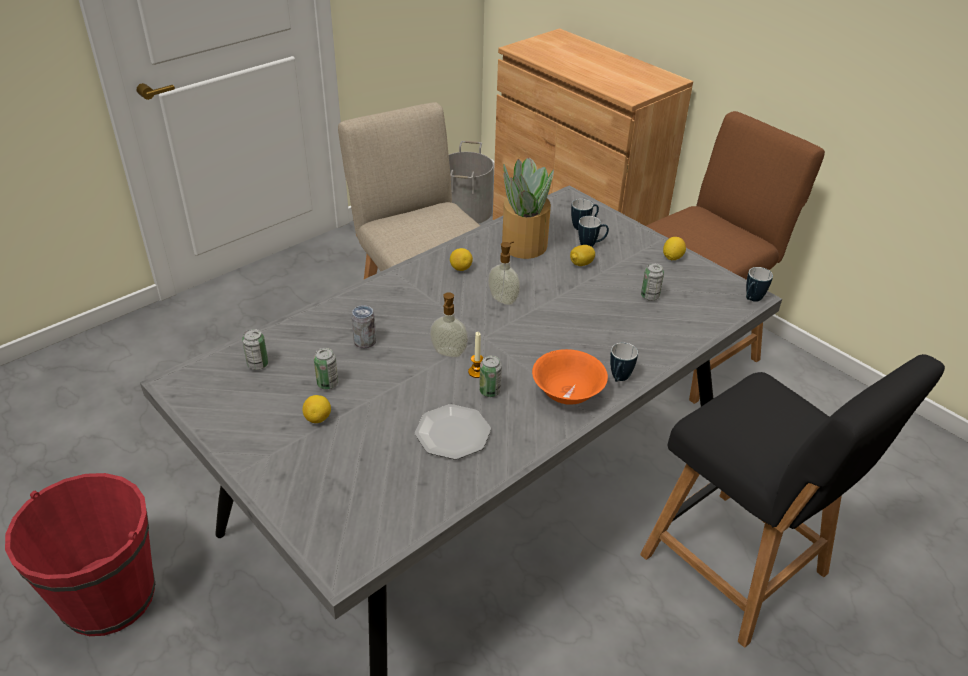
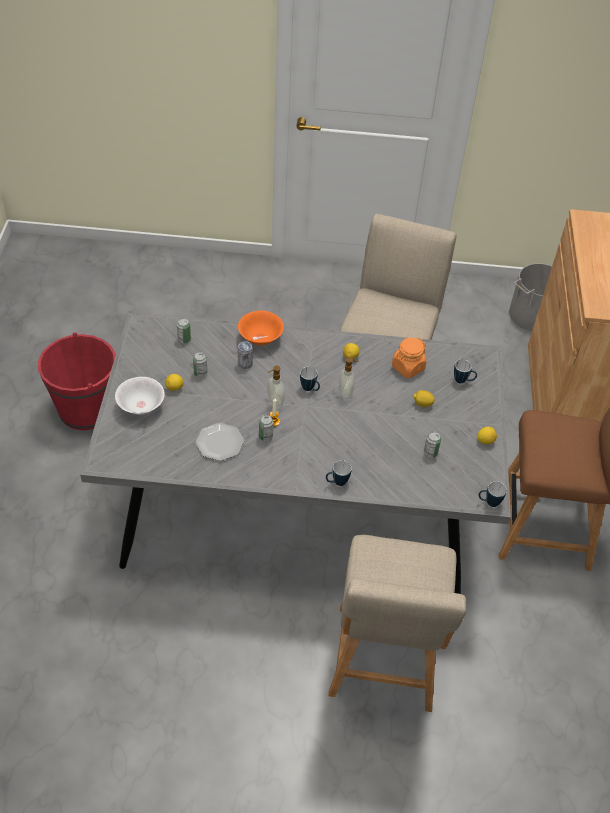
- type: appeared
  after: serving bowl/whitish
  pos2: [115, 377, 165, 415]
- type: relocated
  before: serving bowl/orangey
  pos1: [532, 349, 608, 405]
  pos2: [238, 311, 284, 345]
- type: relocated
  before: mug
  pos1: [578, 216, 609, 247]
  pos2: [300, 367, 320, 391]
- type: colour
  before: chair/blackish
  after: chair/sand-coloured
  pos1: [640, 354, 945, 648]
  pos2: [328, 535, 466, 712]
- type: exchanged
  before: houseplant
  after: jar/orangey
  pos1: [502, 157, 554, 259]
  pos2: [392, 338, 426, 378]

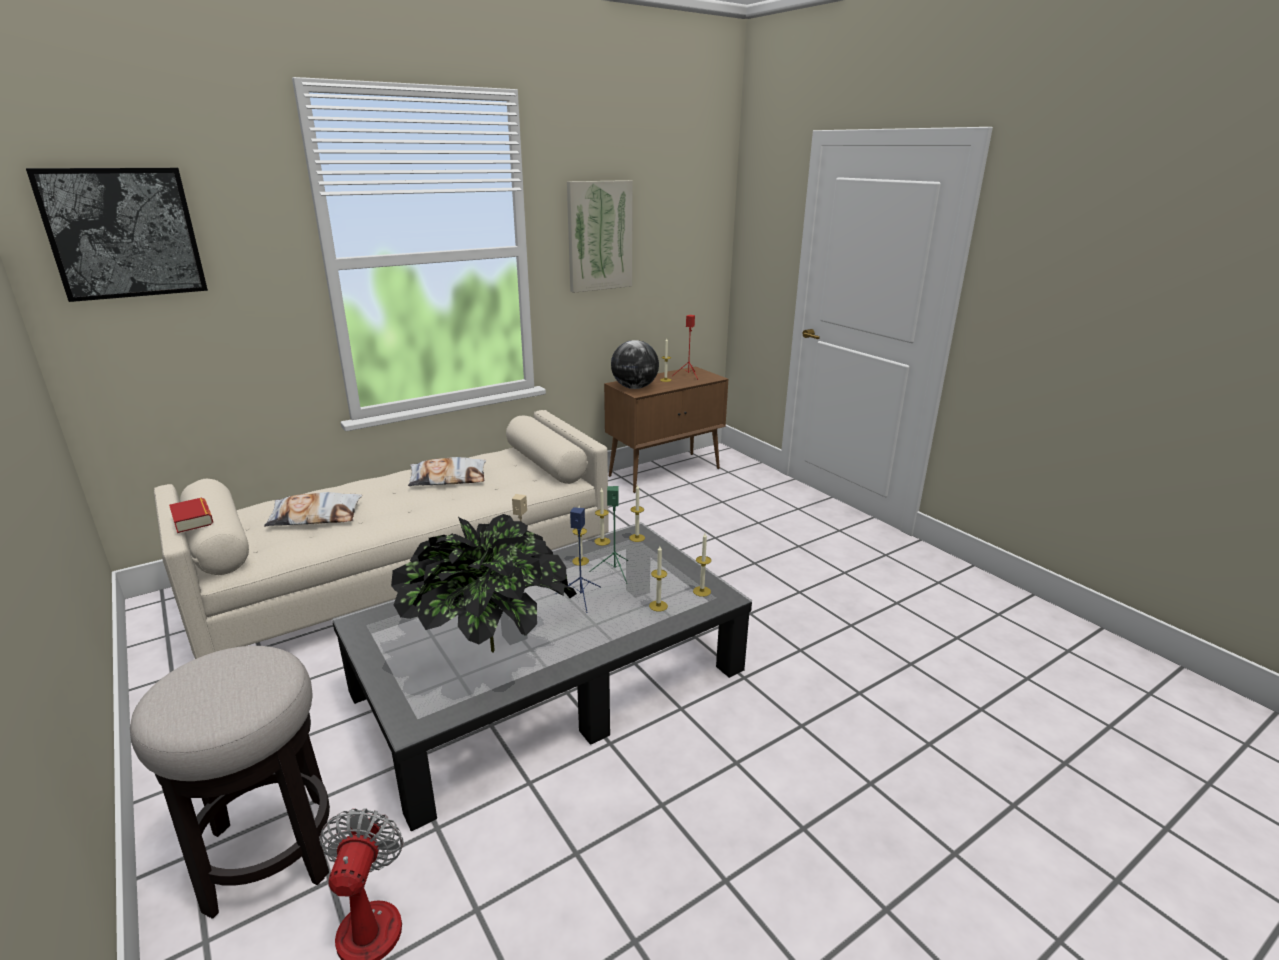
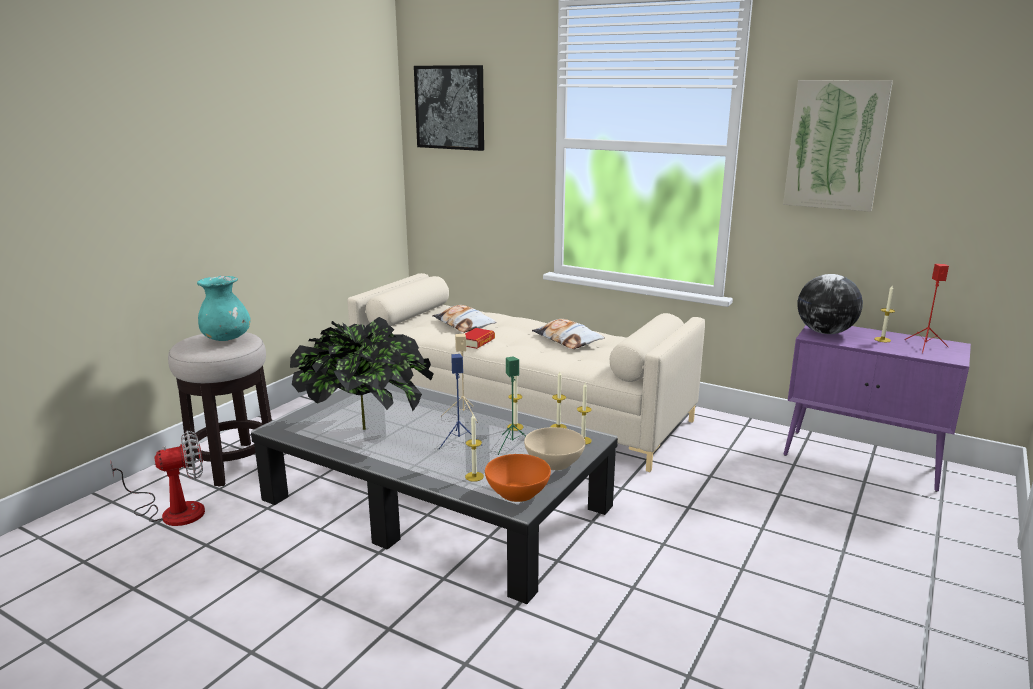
- type: appeared
  after: vase/turquoise-coloured
  pos2: [197, 276, 251, 341]
- type: relocated
  before: book
  pos1: [169, 497, 213, 533]
  pos2: [465, 328, 495, 349]
- type: exchanged
  before: wax candle
  after: serving bowl/orangey
  pos1: [693, 533, 711, 597]
  pos2: [485, 454, 551, 502]
- type: appeared
  after: serving bowl/sand-coloured
  pos2: [524, 427, 586, 470]
- type: colour
  before: storage cabinet/brown-coloured
  after: storage cabinet/purple-coloured
  pos1: [604, 366, 728, 493]
  pos2: [784, 325, 971, 492]

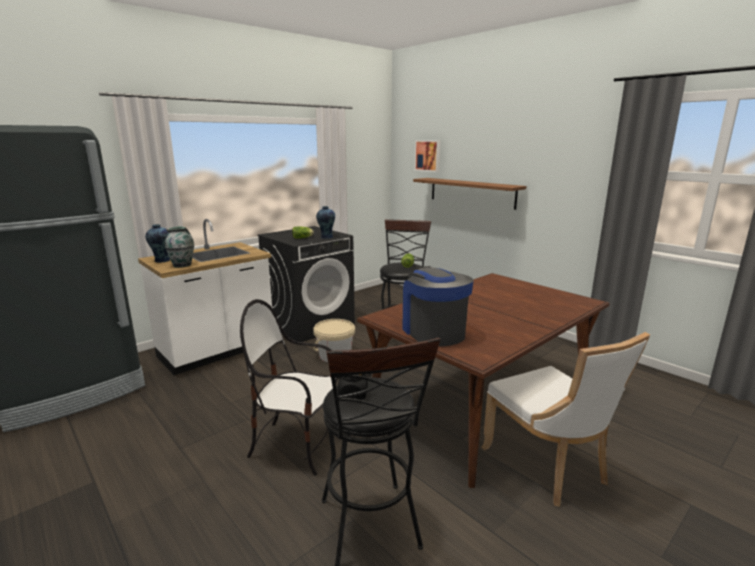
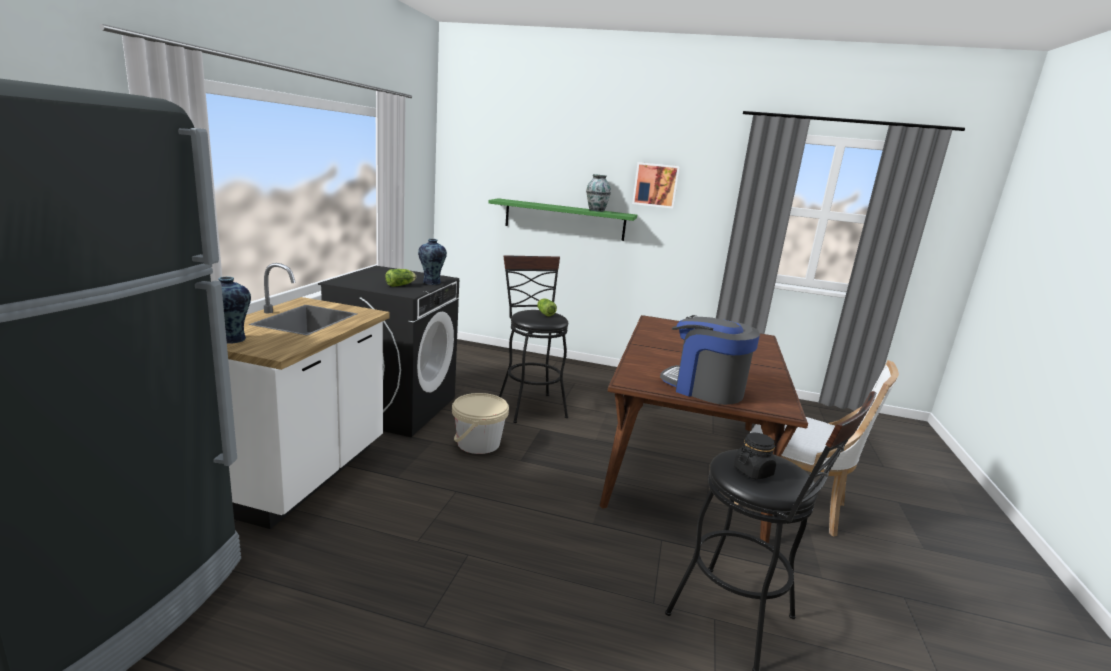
- type: colour
  before: shelf/brown-coloured
  after: shelf/green
  pos1: [413, 178, 527, 210]
  pos2: [489, 198, 637, 241]
- type: relocated
  before: vase
  pos1: [165, 226, 194, 268]
  pos2: [586, 174, 611, 212]
- type: relocated
  before: wall picture
  pos1: [414, 140, 440, 172]
  pos2: [632, 162, 680, 209]
- type: missing
  before: chair
  pos1: [240, 299, 337, 476]

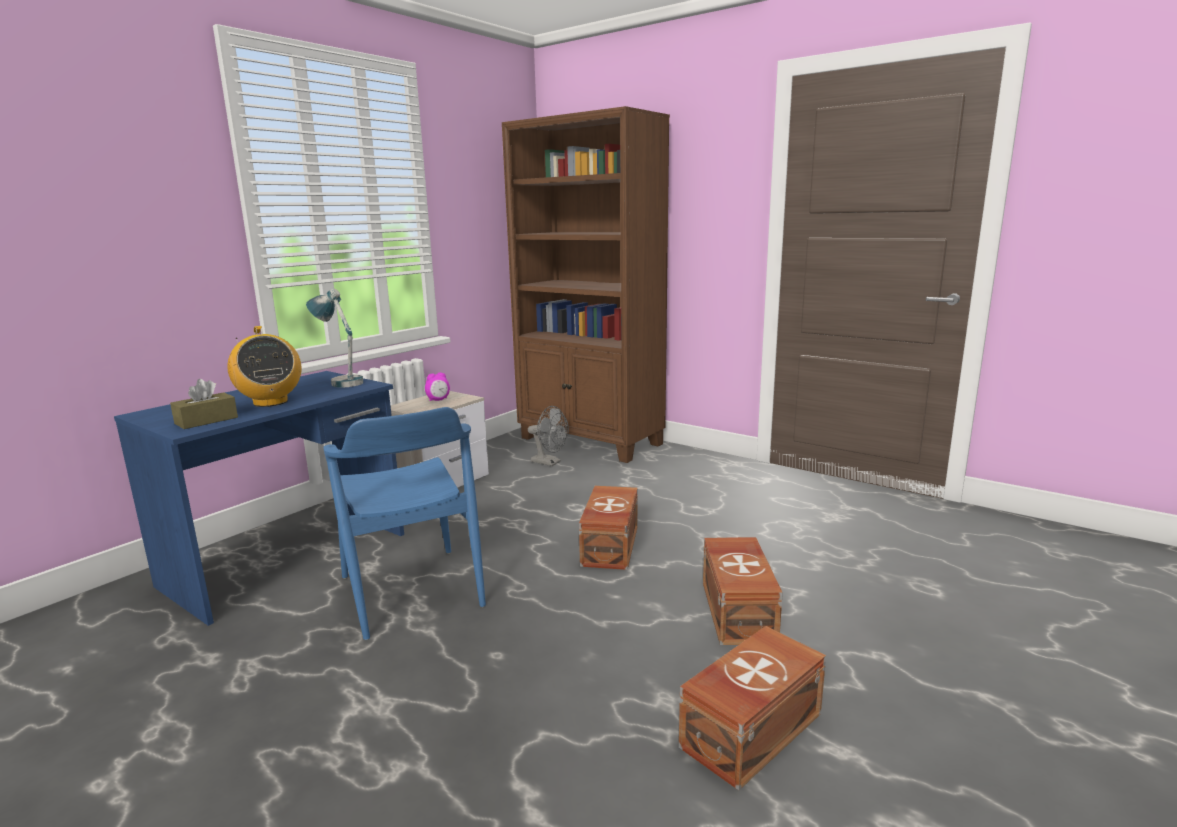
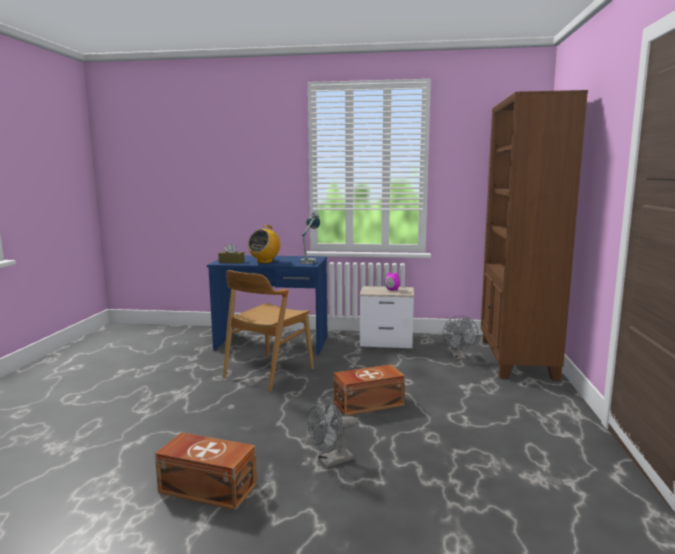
- type: colour
  before: chair/bluish
  after: chair/brown-coloured
  pos1: [323, 407, 486, 640]
  pos2: [223, 270, 314, 392]
- type: exchanged
  before: storage bin/brown-coloured
  after: fan/grey
  pos1: [703, 537, 783, 645]
  pos2: [308, 396, 356, 468]

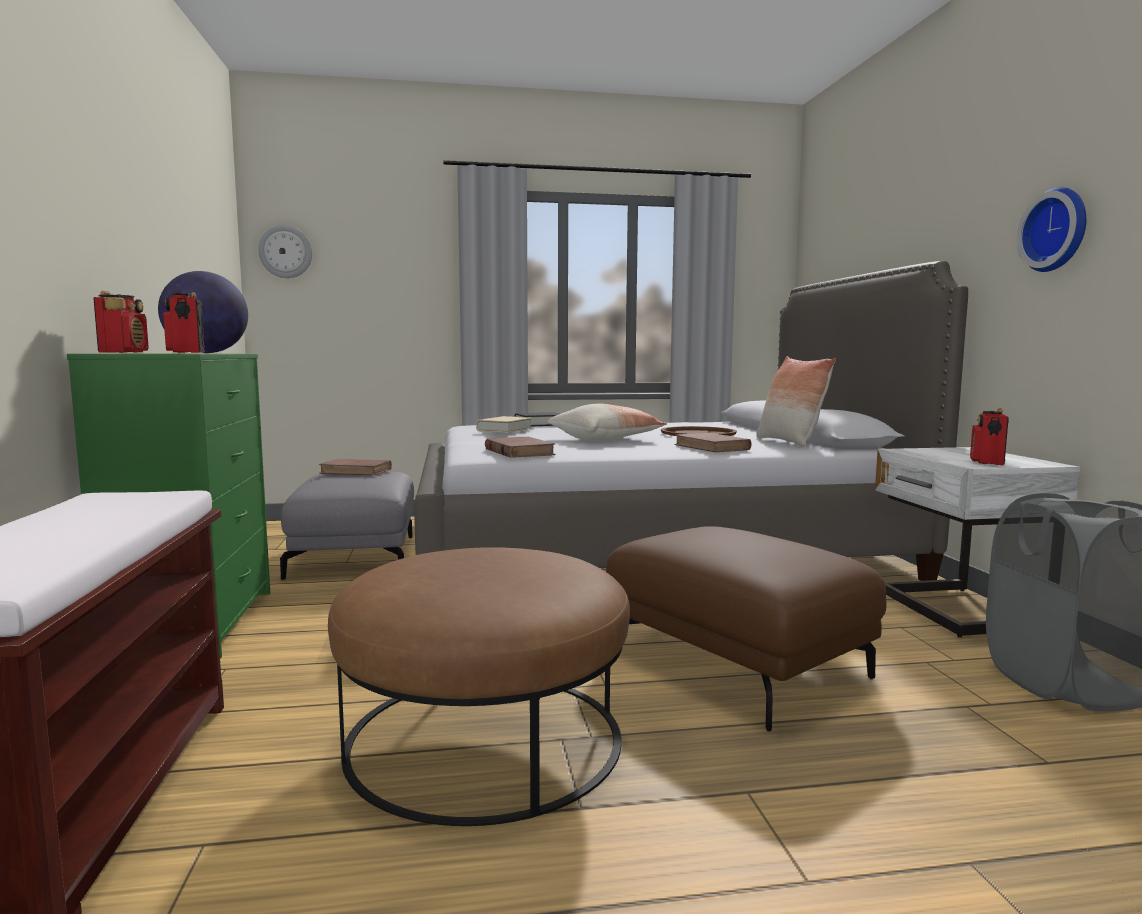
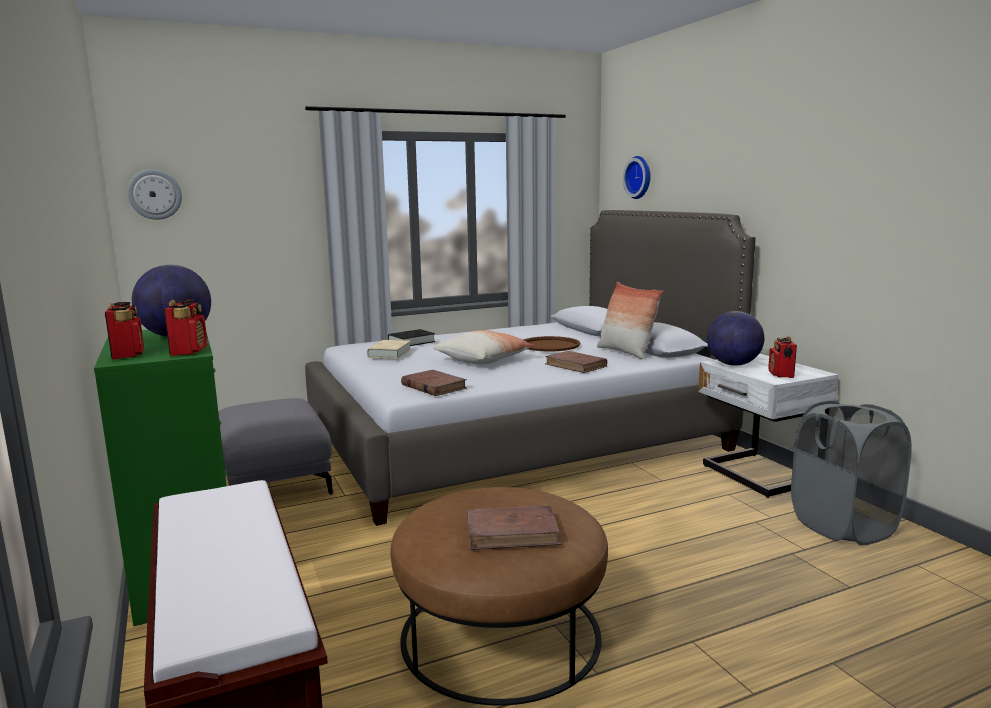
- type: spun
  before: radio
  pos1: [163, 292, 205, 353]
  pos2: [164, 299, 207, 356]
  turn: -150
- type: relocated
  before: book/brown-coloured
  pos1: [319, 459, 392, 475]
  pos2: [467, 505, 562, 550]
- type: relocated
  before: hanging clock
  pos1: [1017, 187, 1086, 272]
  pos2: [623, 156, 651, 199]
- type: appeared
  after: globe
  pos2: [707, 311, 764, 366]
- type: missing
  before: ottoman/brown-coloured
  pos1: [606, 526, 886, 732]

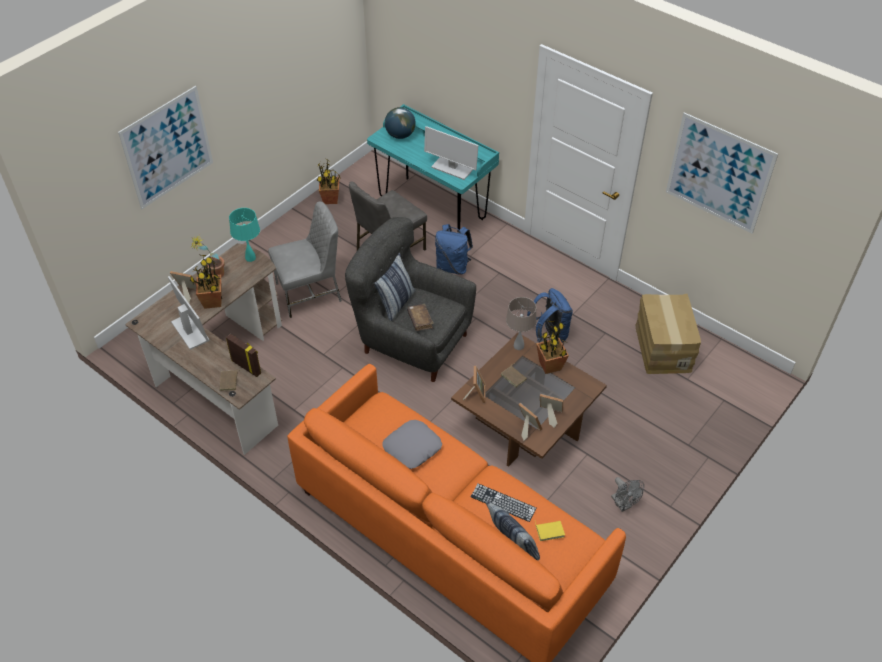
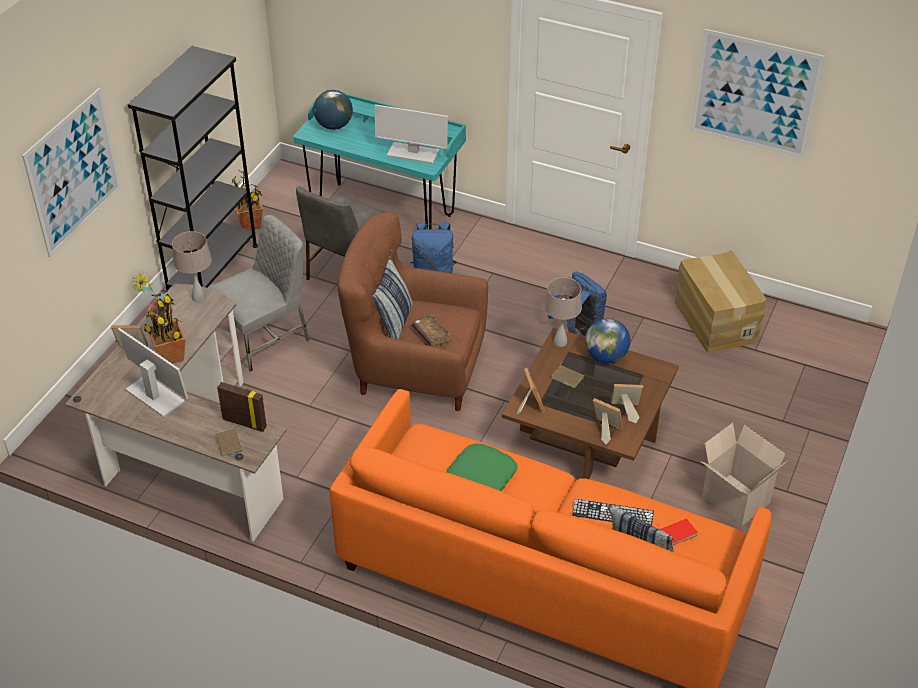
- type: appeared
  after: bookshelf/blackish
  pos2: [128, 46, 258, 291]
- type: colour
  before: table lamp/turquoise-coloured
  after: table lamp/sand-coloured
  pos1: [229, 208, 260, 262]
  pos2: [172, 231, 212, 302]
- type: colour
  before: lounge chair/grey
  after: lounge chair/brown-coloured
  pos1: [345, 217, 476, 382]
  pos2: [338, 212, 488, 411]
- type: colour
  before: throw pillow/grey
  after: throw pillow/green
  pos1: [382, 420, 442, 469]
  pos2: [446, 443, 517, 491]
- type: exchanged
  before: houseplant
  after: globe
  pos1: [536, 321, 569, 374]
  pos2: [585, 318, 630, 364]
- type: colour
  before: book/yellowish
  after: book/red-coloured
  pos1: [535, 521, 565, 541]
  pos2: [657, 519, 698, 545]
- type: exchanged
  before: fan/grey
  after: carton
  pos1: [611, 477, 644, 512]
  pos2: [700, 423, 787, 526]

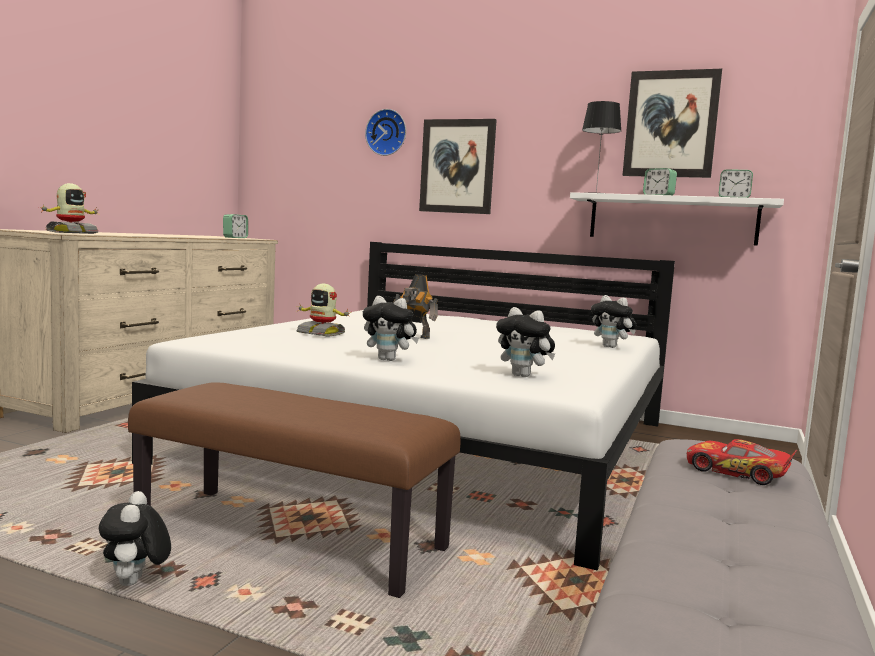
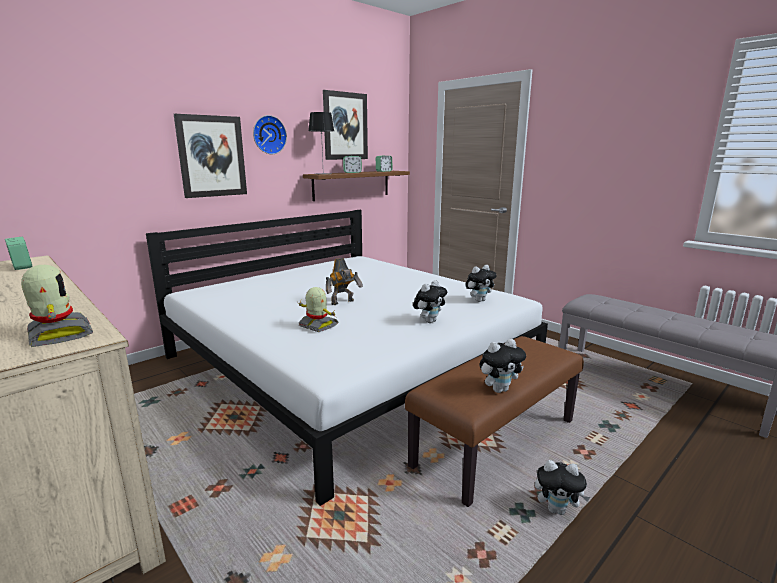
- type: relocated
  before: hanging clock
  pos1: [365, 109, 406, 156]
  pos2: [253, 115, 287, 154]
- type: spun
  before: toy robot
  pos1: [296, 284, 351, 337]
  pos2: [297, 287, 338, 332]
  turn: -105
- type: colour
  before: shelf/whitish
  after: shelf/brown-coloured
  pos1: [570, 192, 784, 246]
  pos2: [303, 171, 410, 201]
- type: relocated
  before: plush toy
  pos1: [591, 295, 636, 348]
  pos2: [479, 339, 526, 393]
- type: missing
  before: model car
  pos1: [687, 439, 797, 485]

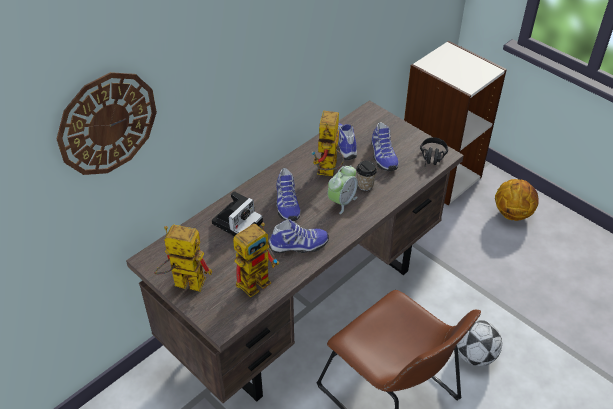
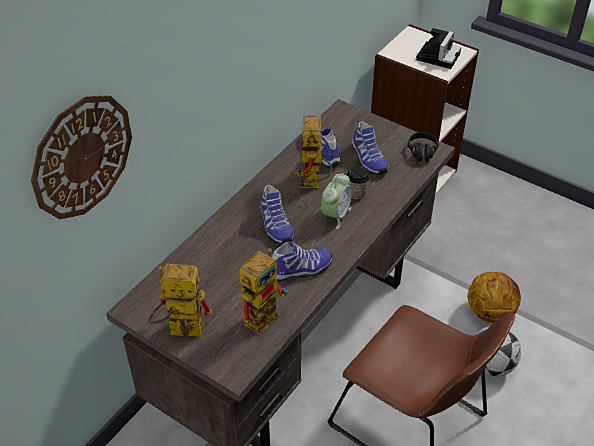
- type: relocated
  before: still camera
  pos1: [212, 191, 263, 237]
  pos2: [416, 28, 461, 69]
- type: relocated
  before: basketball
  pos1: [495, 179, 539, 221]
  pos2: [467, 272, 521, 323]

